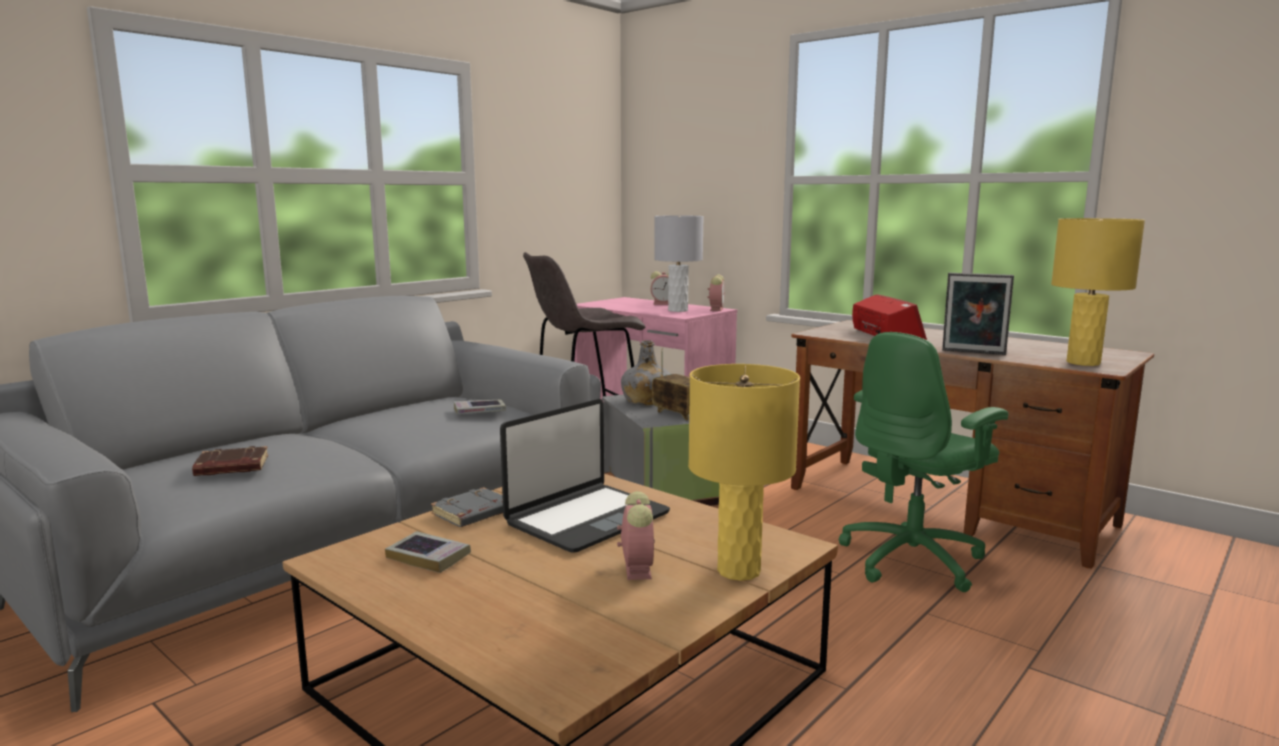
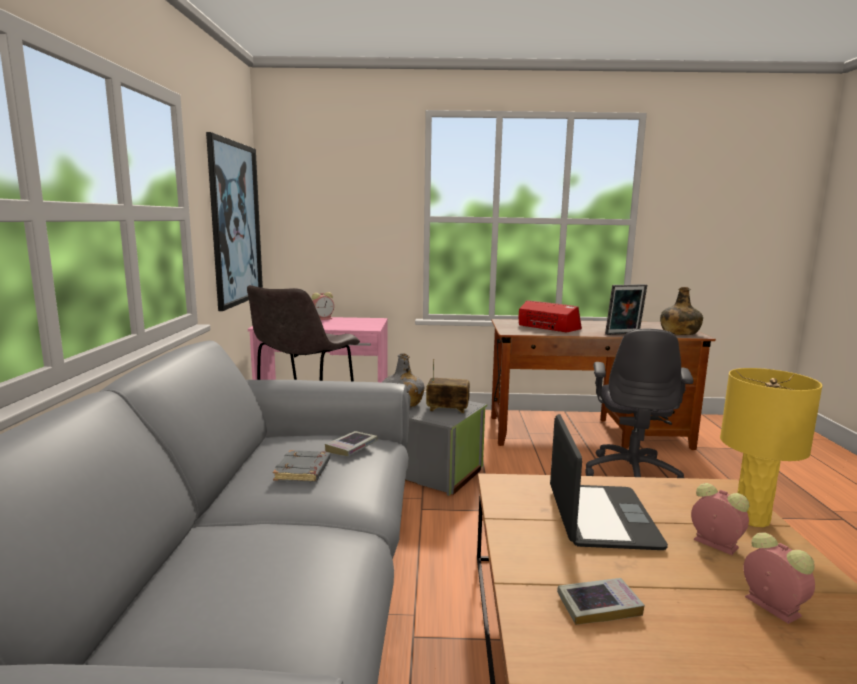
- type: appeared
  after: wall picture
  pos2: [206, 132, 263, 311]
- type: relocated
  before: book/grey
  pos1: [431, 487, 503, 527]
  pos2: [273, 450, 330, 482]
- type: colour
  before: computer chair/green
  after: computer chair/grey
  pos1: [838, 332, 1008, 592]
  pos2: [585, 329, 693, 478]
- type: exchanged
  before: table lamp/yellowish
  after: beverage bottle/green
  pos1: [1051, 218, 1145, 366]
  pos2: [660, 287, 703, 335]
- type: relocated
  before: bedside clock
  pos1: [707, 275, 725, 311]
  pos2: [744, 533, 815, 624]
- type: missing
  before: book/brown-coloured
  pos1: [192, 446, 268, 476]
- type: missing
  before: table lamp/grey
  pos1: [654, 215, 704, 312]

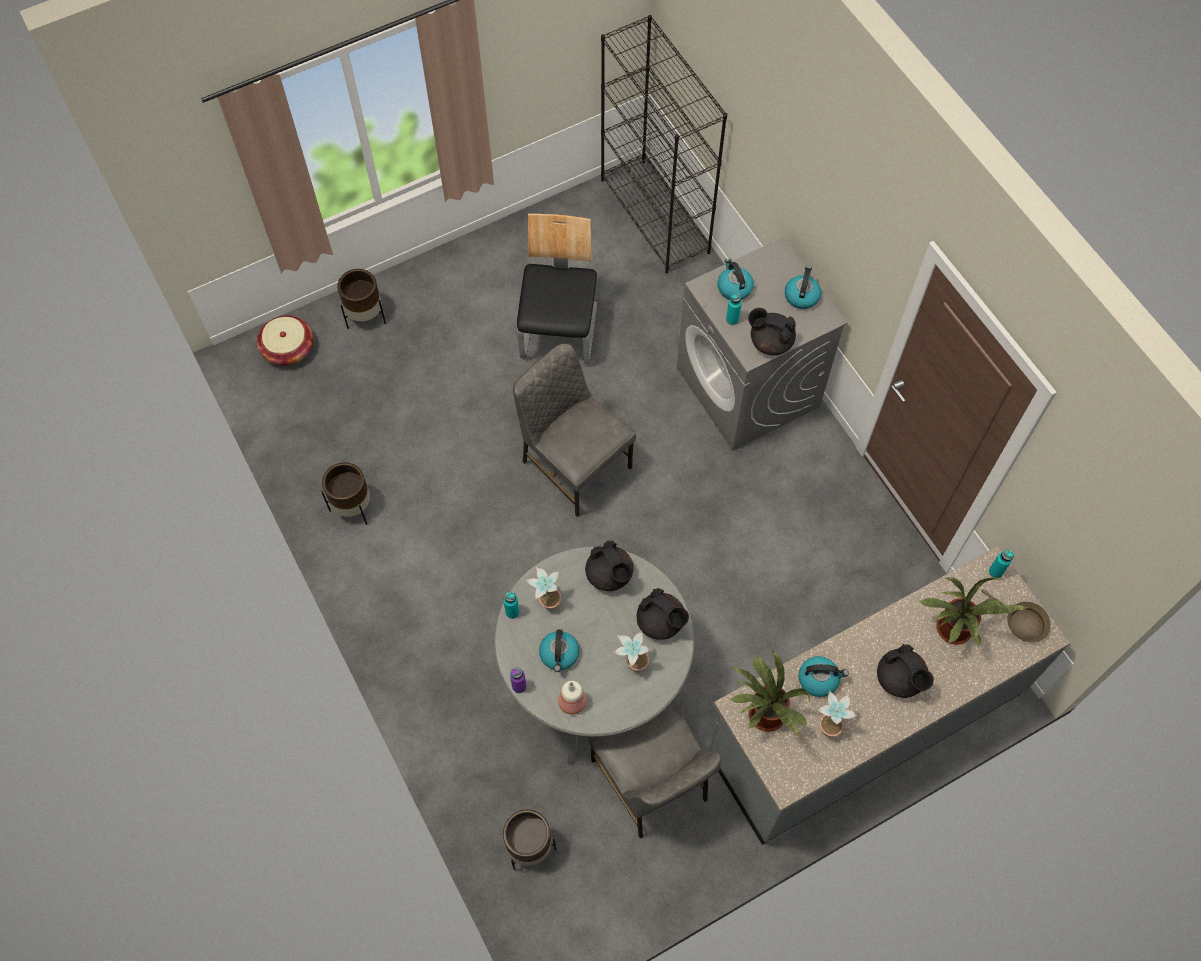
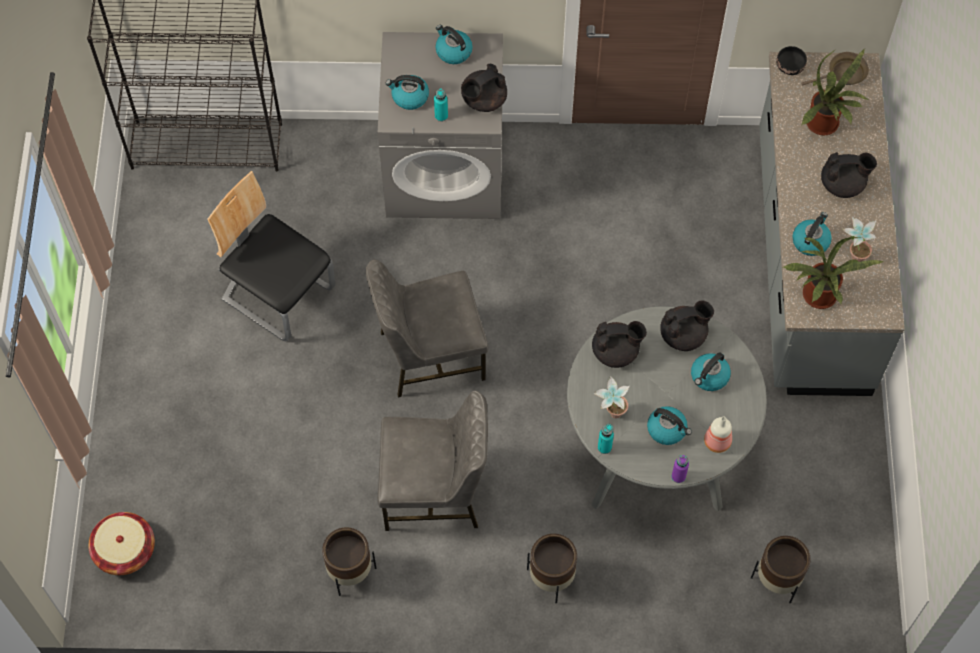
- type: relocated
  before: chair/grey
  pos1: [588, 700, 720, 839]
  pos2: [378, 390, 488, 531]
- type: relocated
  before: plant pot/brown-coloured
  pos1: [337, 269, 386, 329]
  pos2: [527, 534, 577, 603]
- type: exchanged
  before: houseplant
  after: tea kettle
  pos1: [613, 630, 649, 672]
  pos2: [691, 352, 731, 391]
- type: exchanged
  before: beverage bottle/turquoise-coloured
  after: serving bowl/blackish
  pos1: [989, 550, 1014, 578]
  pos2: [776, 46, 807, 75]

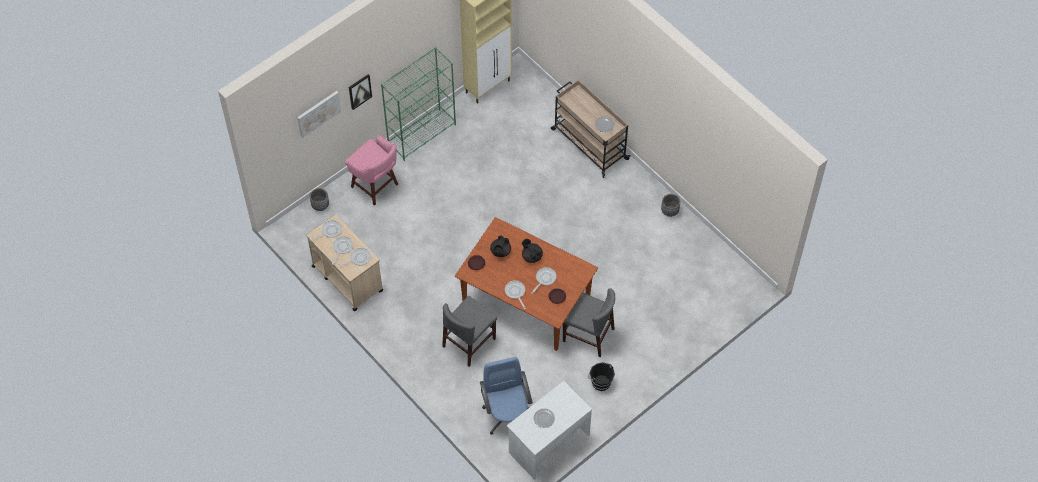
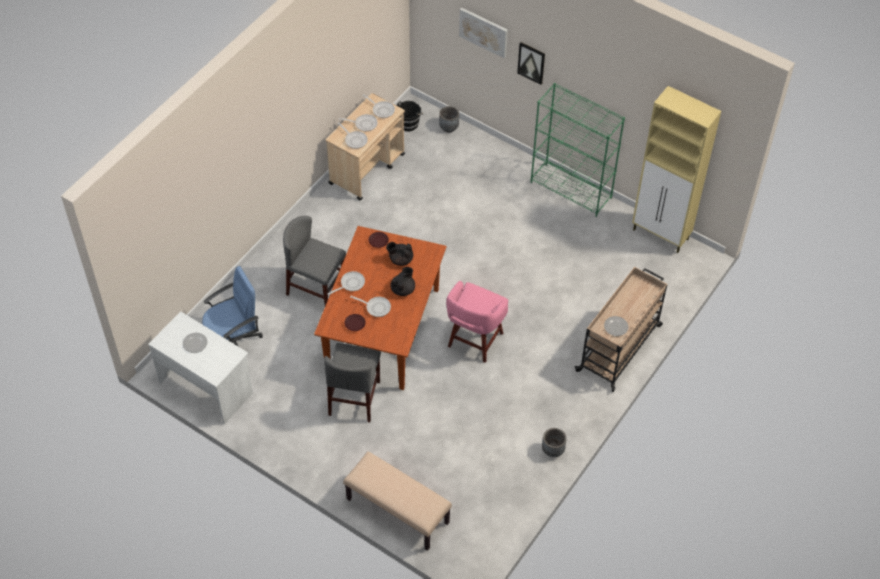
- type: appeared
  after: indoor bench/sand-coloured
  pos2: [343, 451, 452, 551]
- type: relocated
  before: bucket/blackish
  pos1: [588, 362, 615, 391]
  pos2: [397, 101, 423, 132]
- type: relocated
  before: stool seat/pinkish
  pos1: [345, 136, 398, 206]
  pos2: [446, 281, 508, 363]

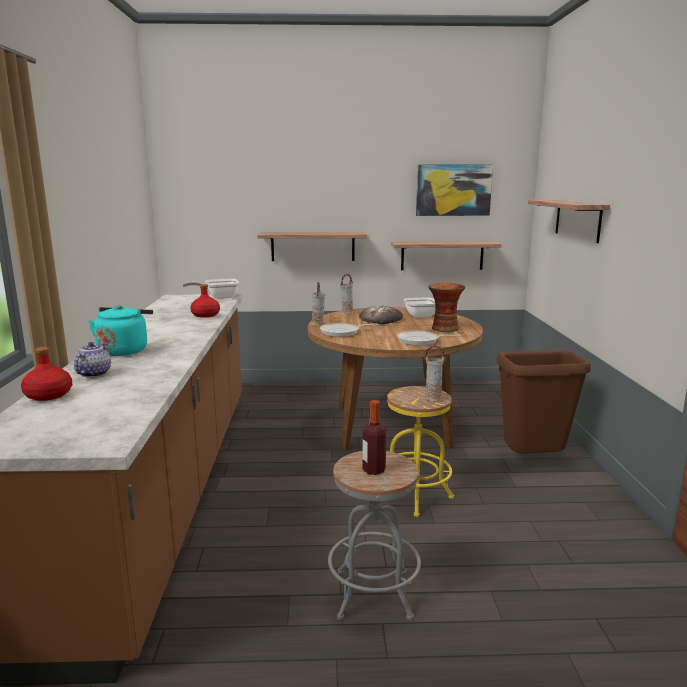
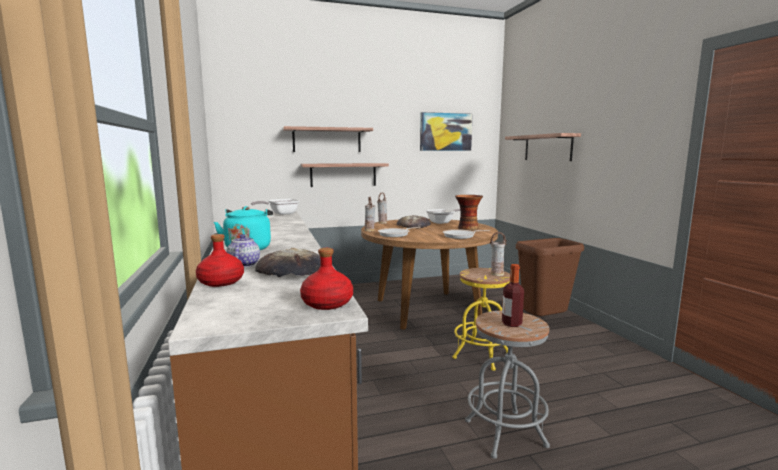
- type: appeared
  after: bread
  pos2: [255, 248, 321, 277]
- type: relocated
  before: shelf
  pos1: [391, 241, 502, 270]
  pos2: [283, 126, 373, 152]
- type: relocated
  before: beverage bottle/red-coloured
  pos1: [190, 284, 220, 318]
  pos2: [300, 248, 353, 310]

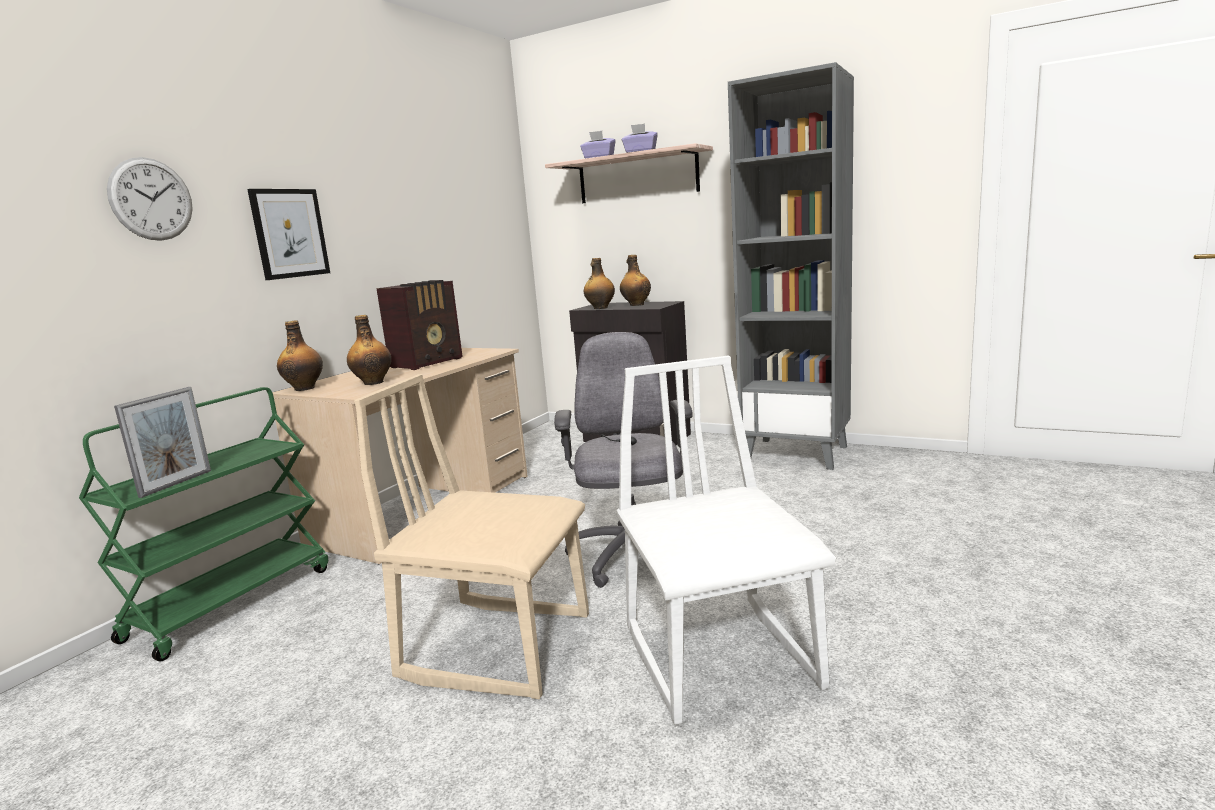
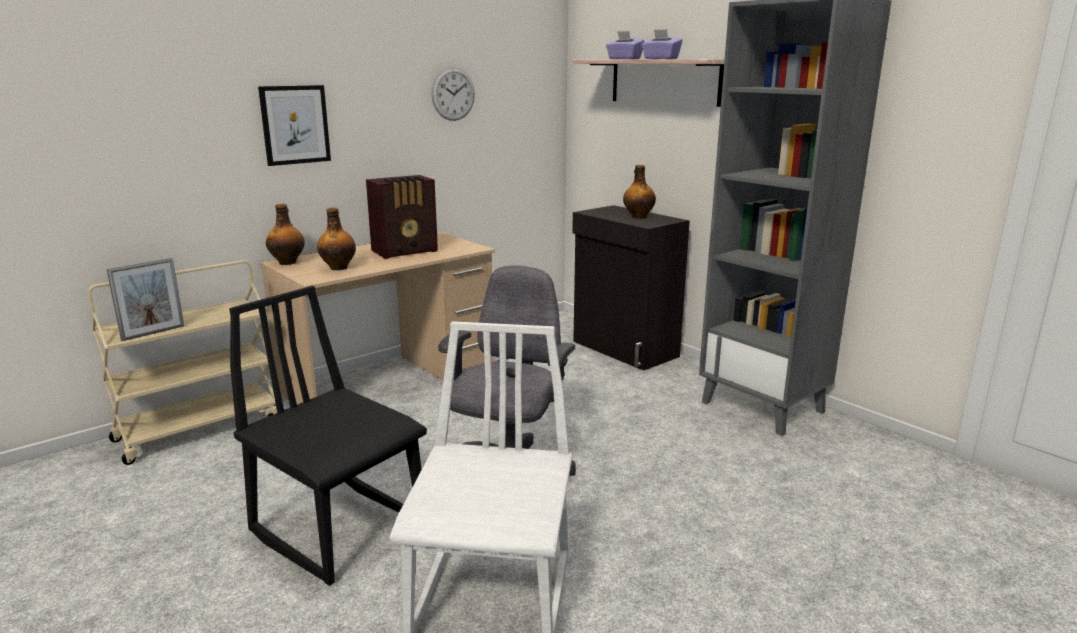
- type: colour
  before: trolley/green
  after: trolley/sand-coloured
  pos1: [79, 387, 328, 661]
  pos2: [88, 260, 277, 465]
- type: colour
  before: chair/sand-coloured
  after: chair/blackish
  pos1: [354, 374, 589, 699]
  pos2: [229, 286, 427, 586]
- type: relocated
  before: hanging clock
  pos1: [107, 157, 193, 241]
  pos2: [431, 67, 475, 121]
- type: missing
  before: beverage bottle
  pos1: [584, 258, 615, 309]

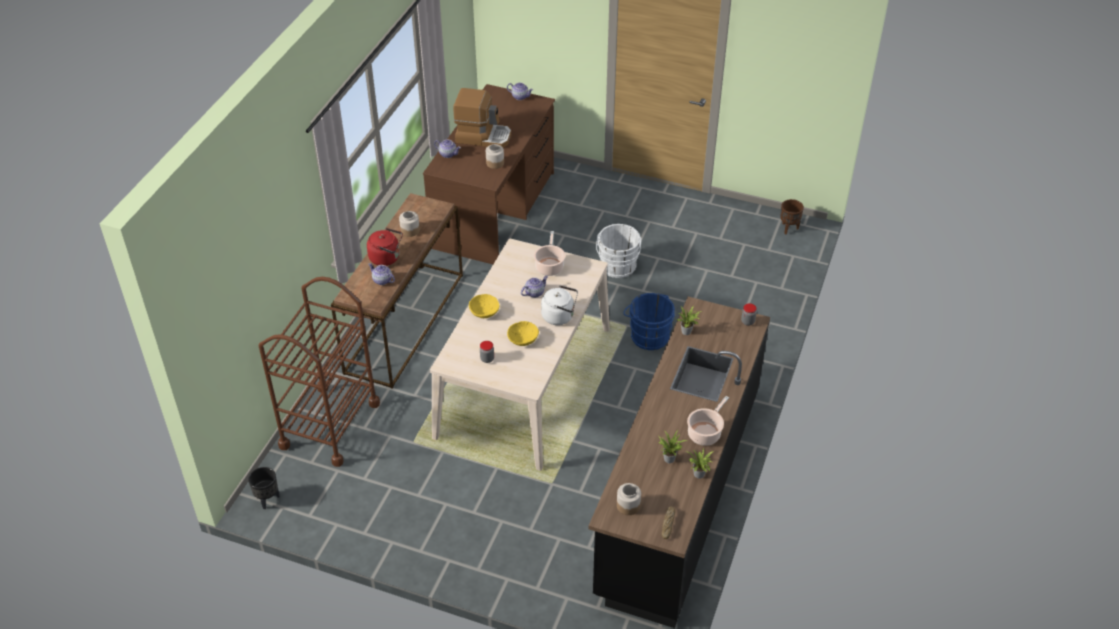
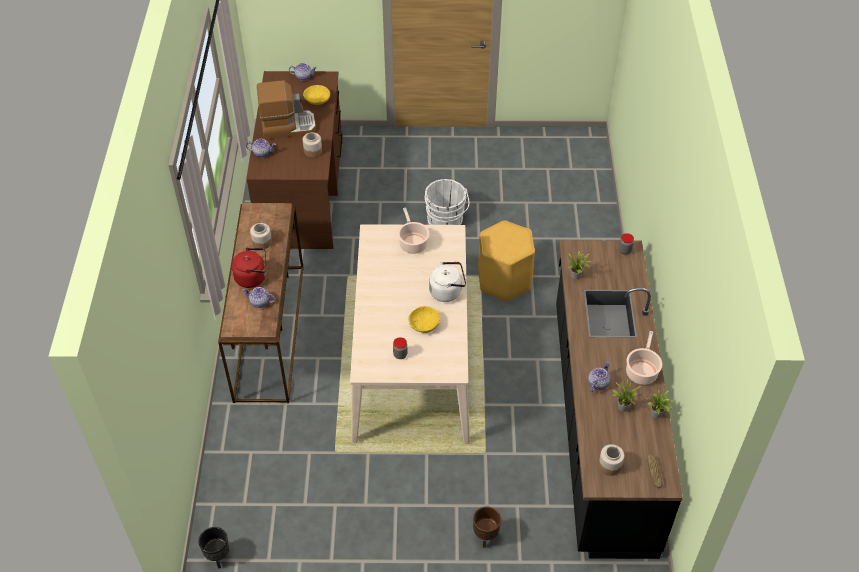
- type: relocated
  before: serving bowl/yellowish
  pos1: [469, 294, 499, 318]
  pos2: [303, 85, 330, 105]
- type: relocated
  before: plant pot/brown-coloured
  pos1: [780, 199, 804, 234]
  pos2: [473, 507, 501, 548]
- type: exchanged
  before: bucket/bluish
  after: stool seat/yellowish
  pos1: [623, 293, 675, 350]
  pos2: [478, 220, 535, 302]
- type: relocated
  before: tea pot
  pos1: [521, 276, 548, 298]
  pos2: [588, 362, 610, 392]
- type: missing
  before: trolley/brown-coloured
  pos1: [259, 277, 380, 467]

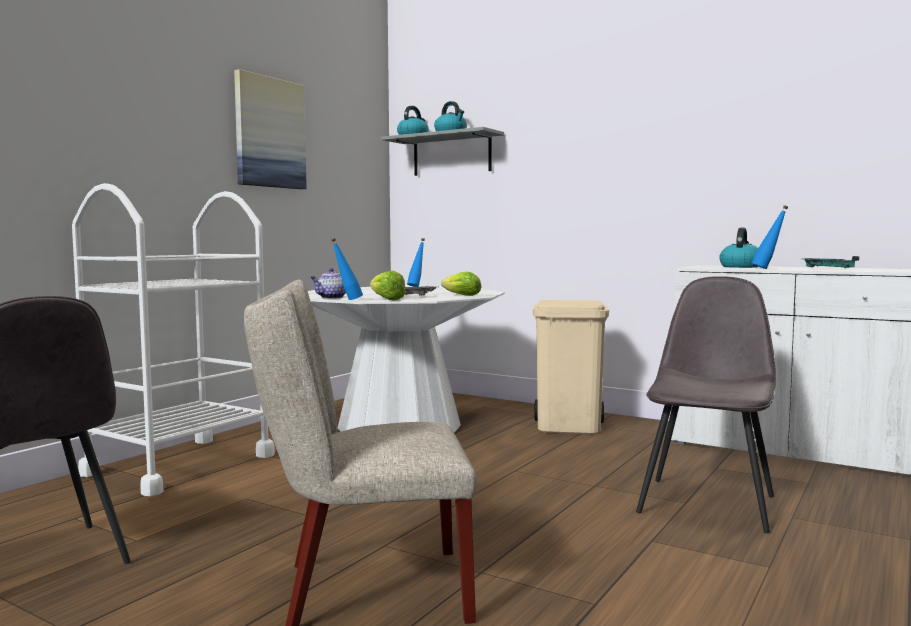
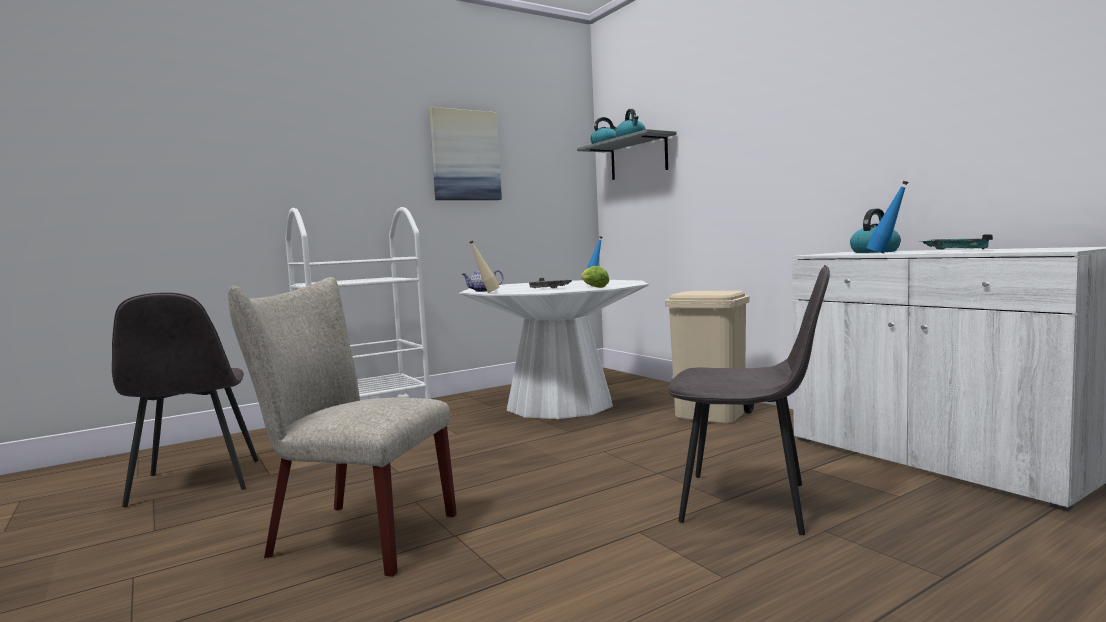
- type: colour
  before: beverage bottle/bluish
  after: beverage bottle/sand-coloured
  pos1: [331, 238, 363, 300]
  pos2: [470, 241, 500, 293]
- type: spun
  before: chair/grey
  pos1: [636, 276, 776, 533]
  pos2: [667, 265, 830, 535]
  turn: 60
- type: missing
  before: lettuce head
  pos1: [370, 271, 406, 301]

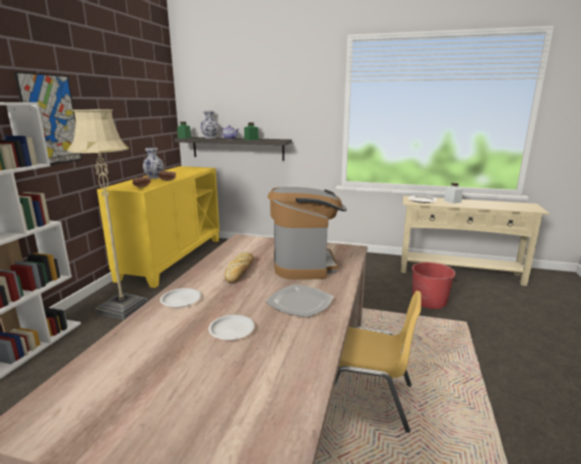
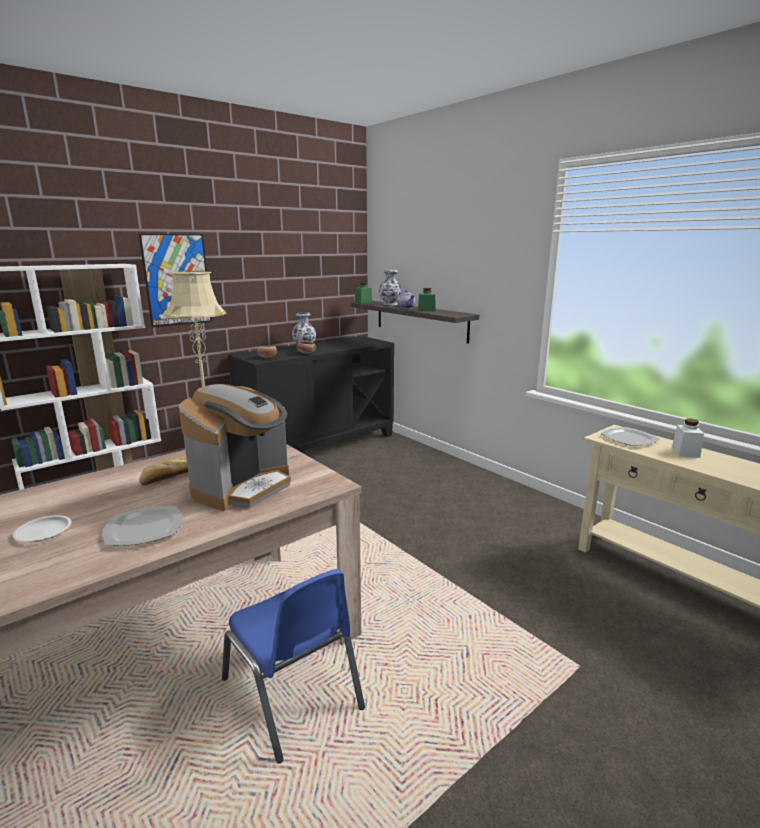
- type: colour
  before: chair/yellowish
  after: chair/bluish
  pos1: [334, 291, 421, 433]
  pos2: [222, 569, 365, 763]
- type: colour
  before: storage cabinet/yellowish
  after: storage cabinet/blackish
  pos1: [97, 166, 219, 288]
  pos2: [228, 336, 394, 451]
- type: missing
  before: plate/whitish
  pos1: [160, 288, 201, 308]
- type: missing
  before: bucket/red-coloured
  pos1: [412, 262, 457, 309]

